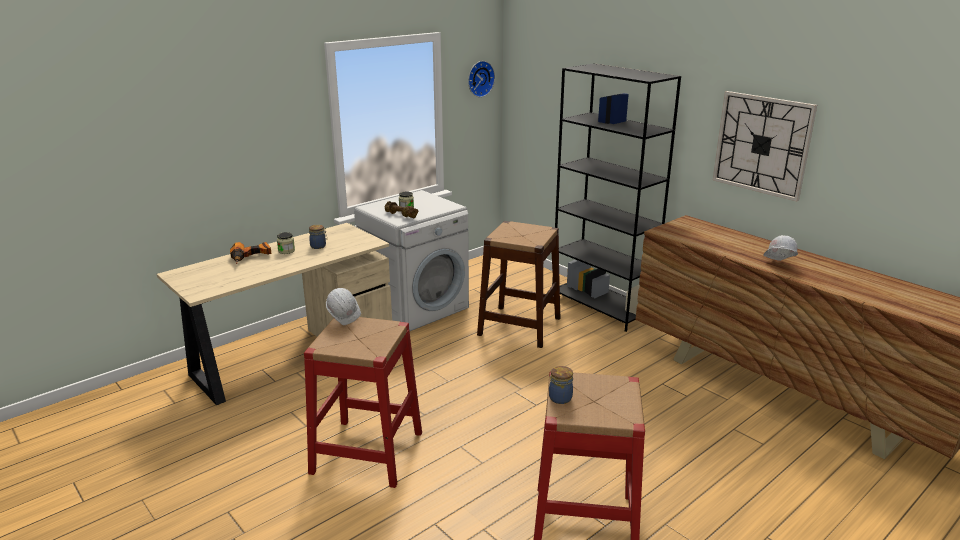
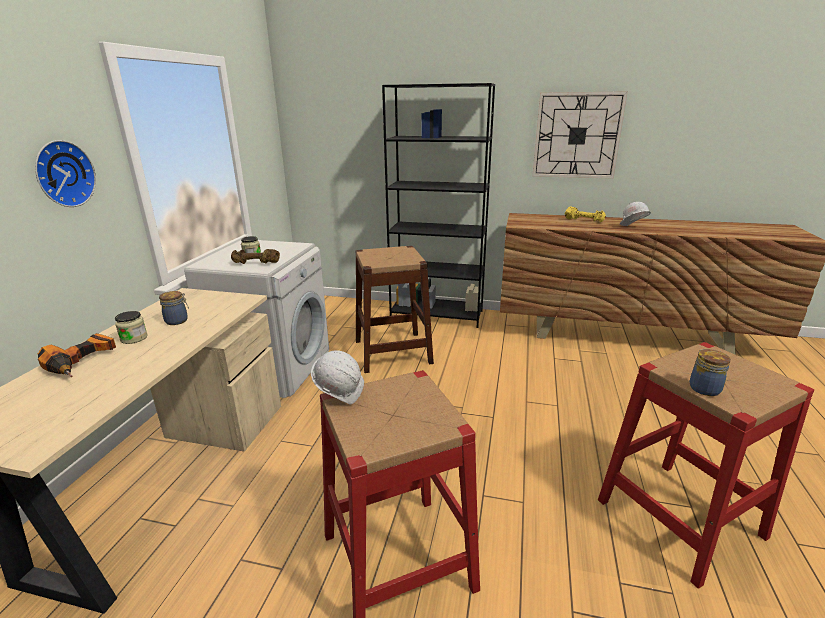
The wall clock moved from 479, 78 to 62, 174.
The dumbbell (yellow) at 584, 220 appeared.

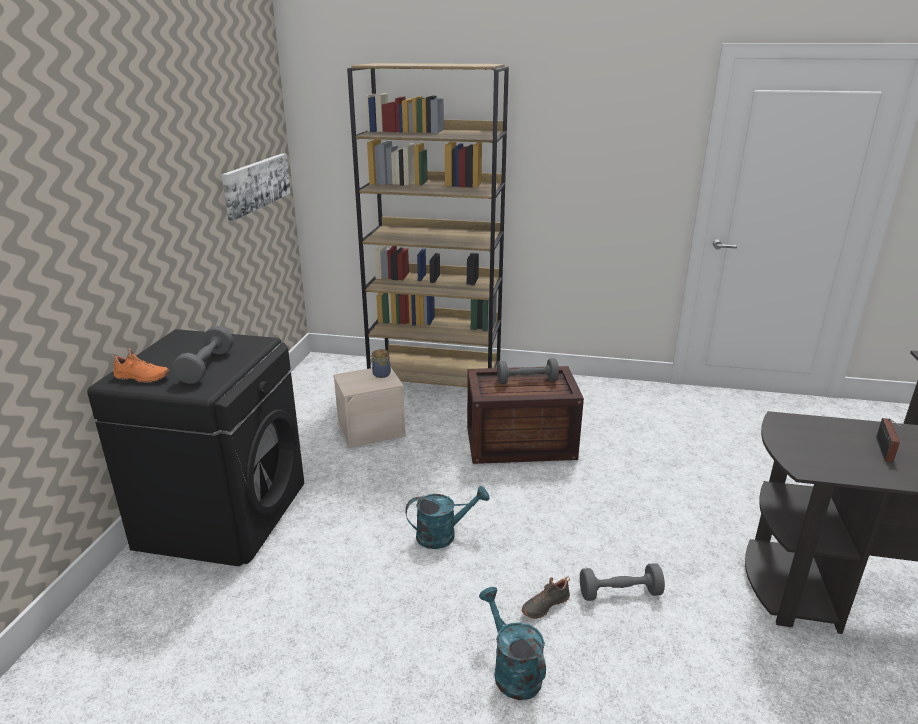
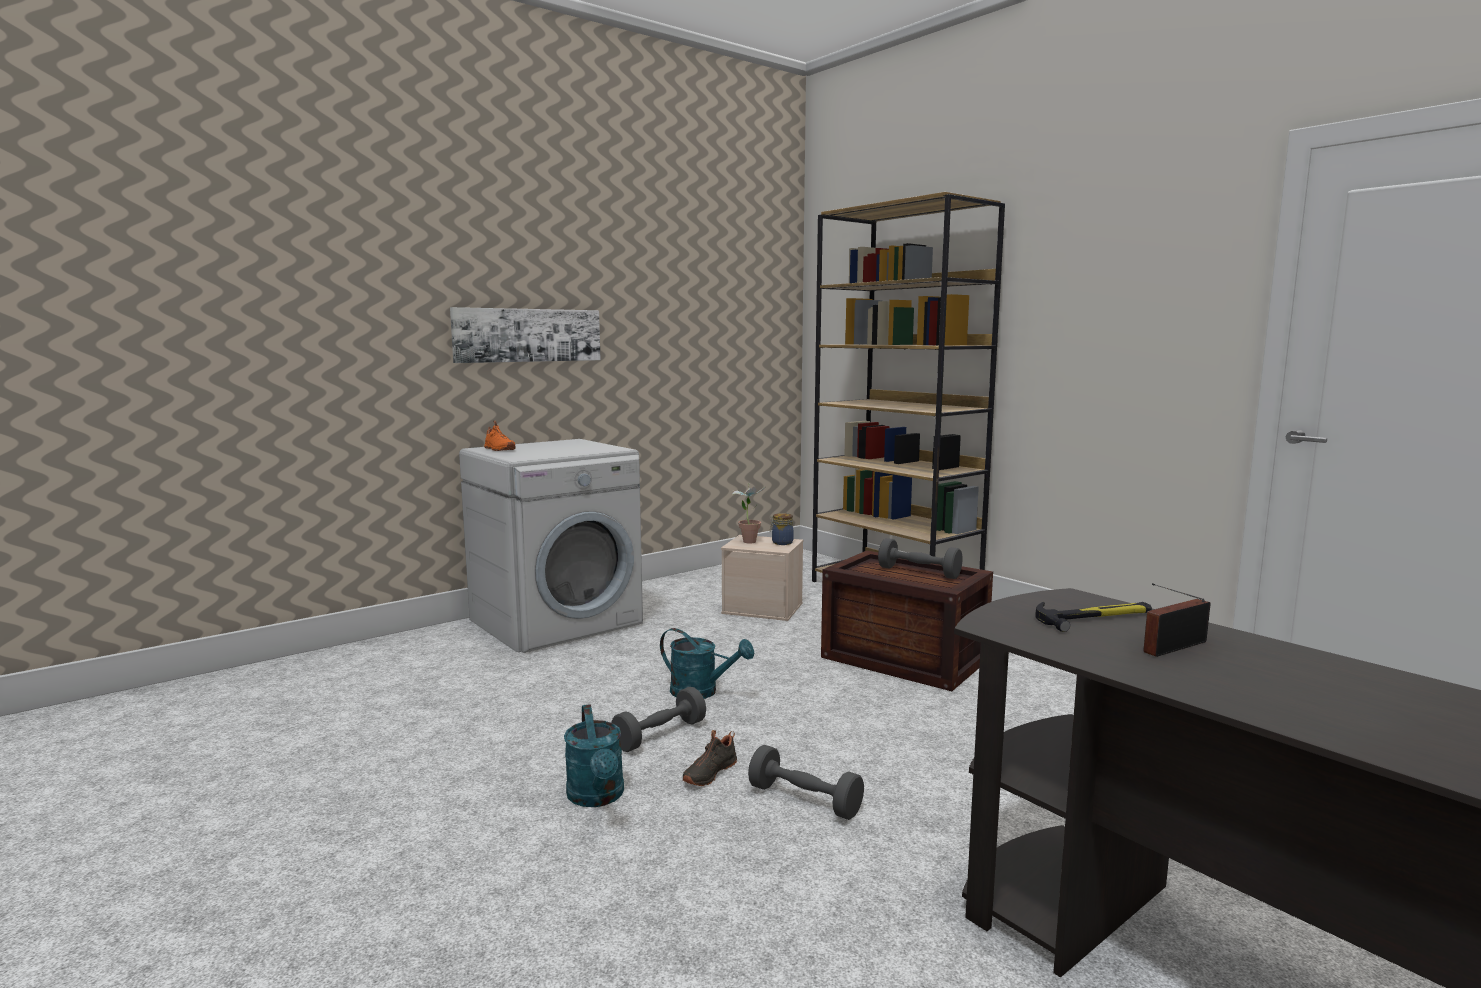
The picture moved from 256, 184 to 528, 335.
The dumbbell (grey) moved from 206, 367 to 660, 735.
The washing machine (black) at 227, 513 became the washing machine (white) at 561, 621.
The shoe (black) at 544, 604 turned 60 degrees counterclockwise.
The watering can (turquoise) at 512, 670 turned 150 degrees clockwise.
The potted plant at 748, 540 appeared.
The hammer at 1095, 617 appeared.

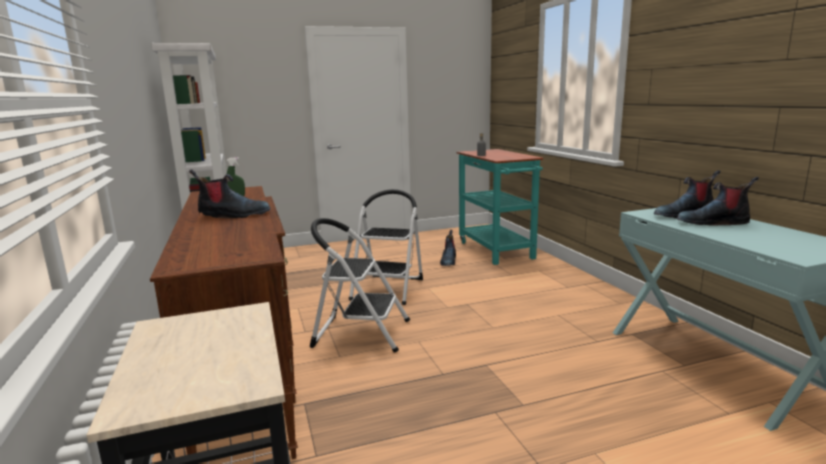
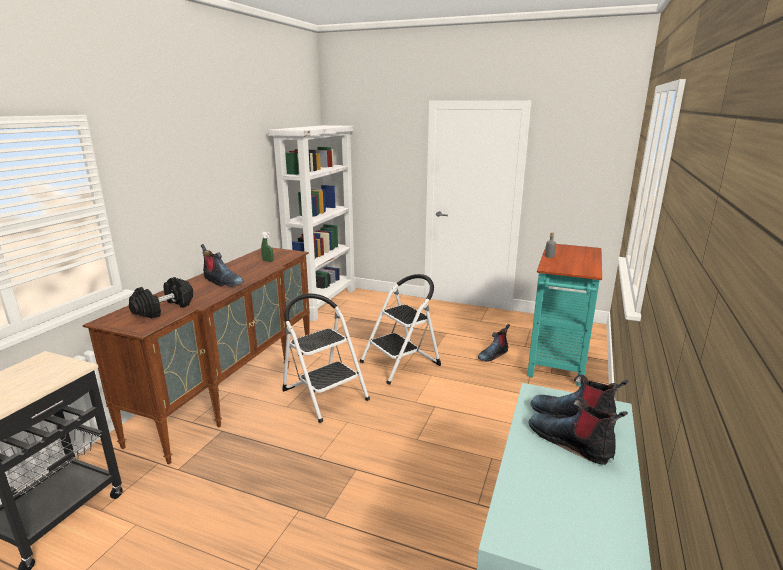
The dumbbell (black) at 164, 309 appeared.

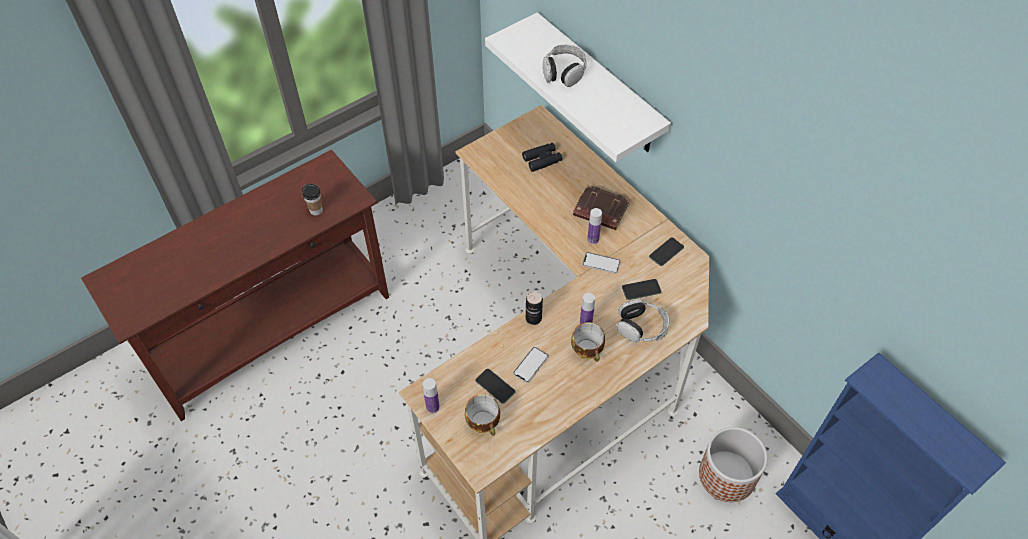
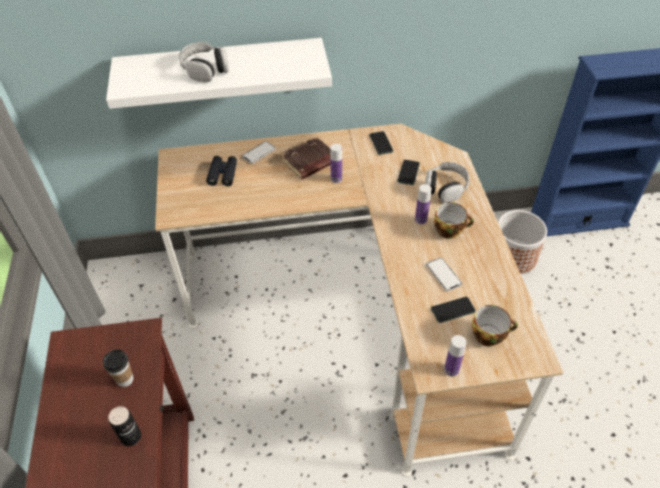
The phone moved from 601, 263 to 259, 153.
The can moved from 533, 318 to 131, 437.

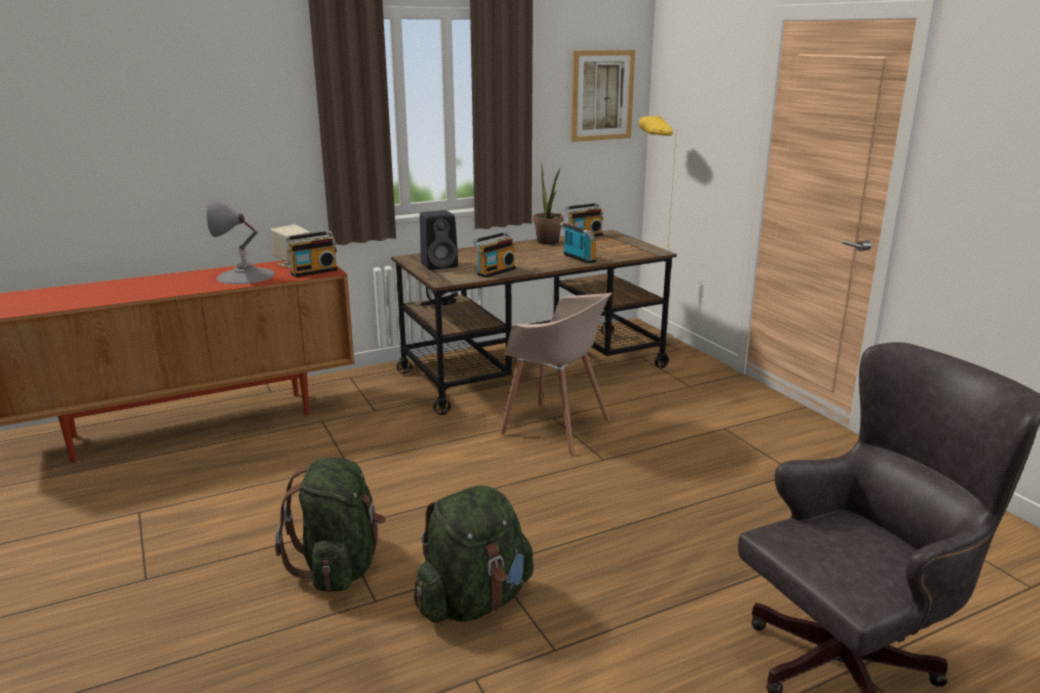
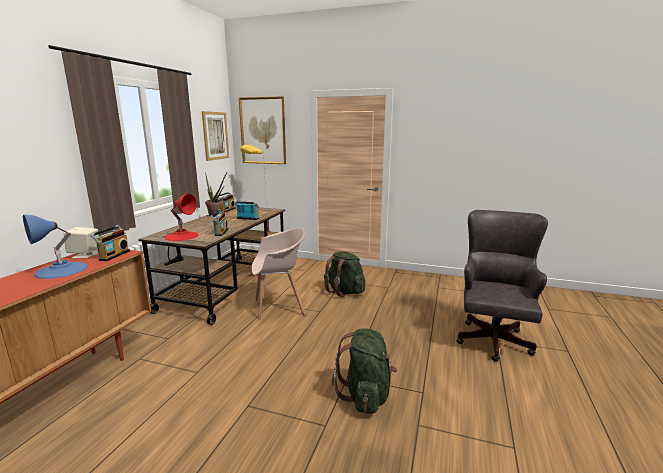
The table lamp (grey) at 245, 276 became the table lamp (blue) at 61, 270.
The speaker (black) at 440, 265 was replaced by the table lamp (red) at 182, 236.
The backpack (green) moved from 339, 566 to 344, 291.
The picture at 263, 131 appeared.

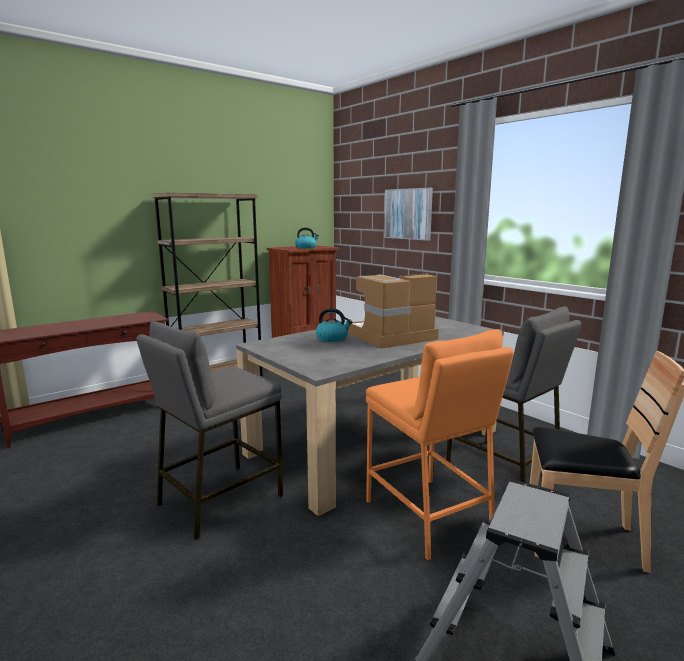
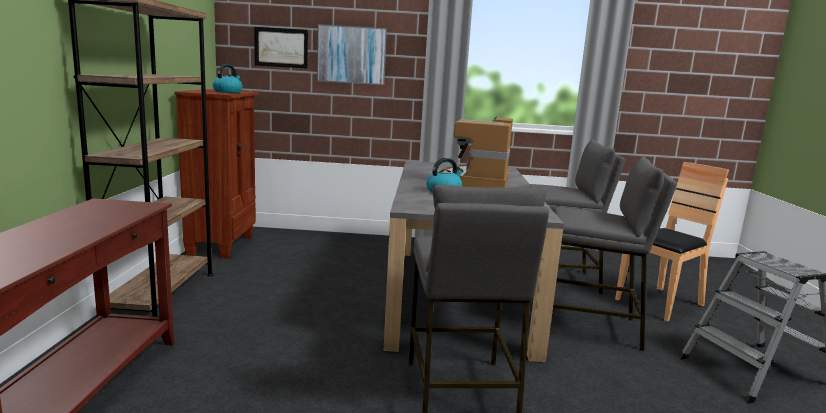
The stool (orange) at 428, 516 became the stool (grey) at 591, 327.
The picture at 281, 47 appeared.

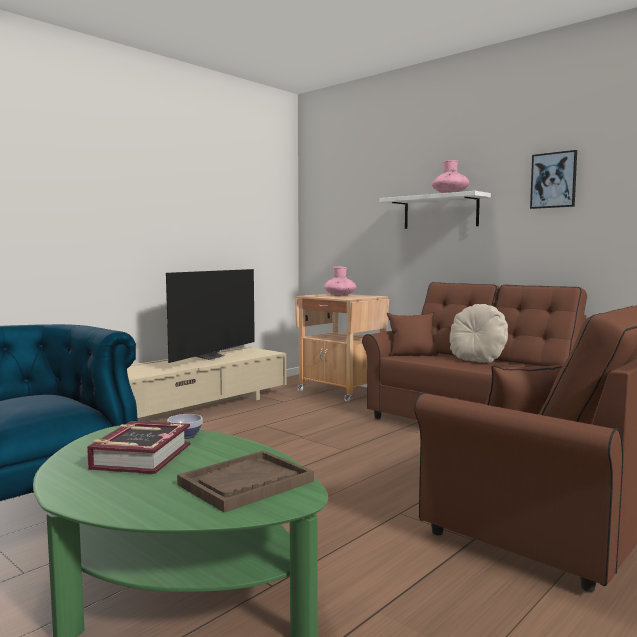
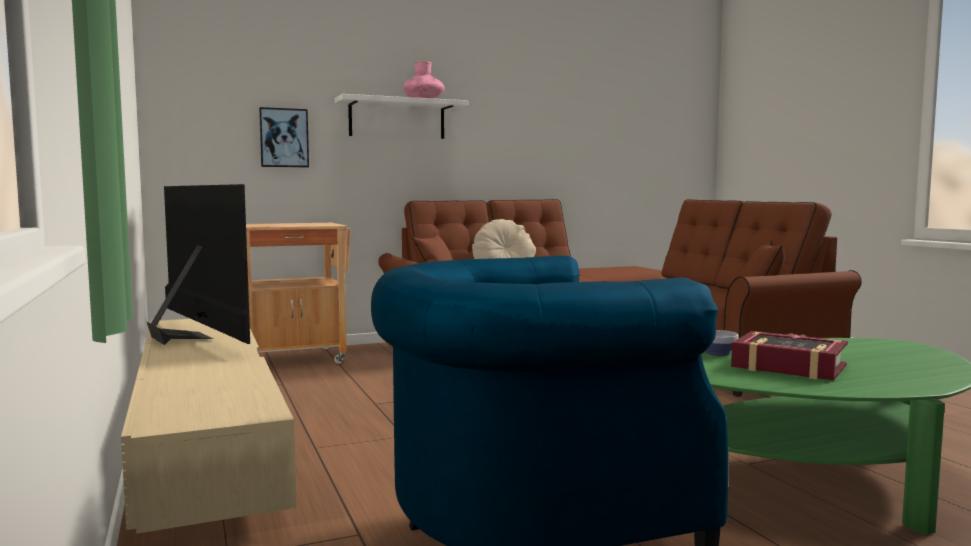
The picture moved from 553, 180 to 284, 138.
The vase (pink) at 340, 295 disappeared.
The tray (brown) at 246, 483 disappeared.

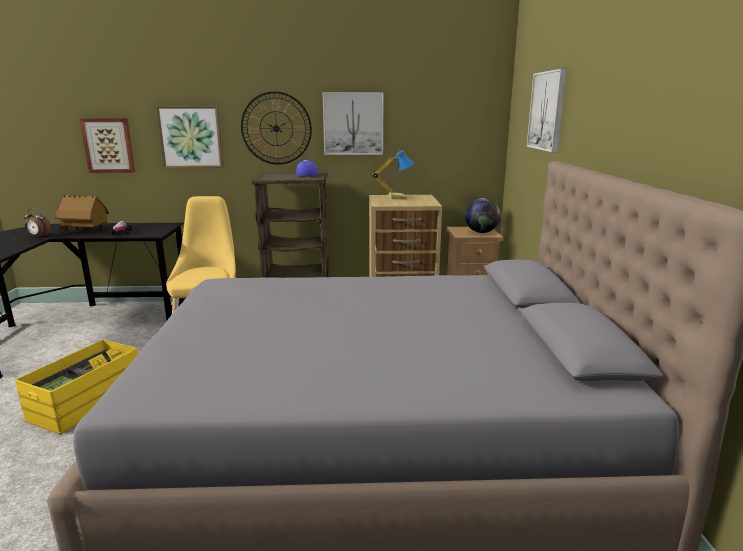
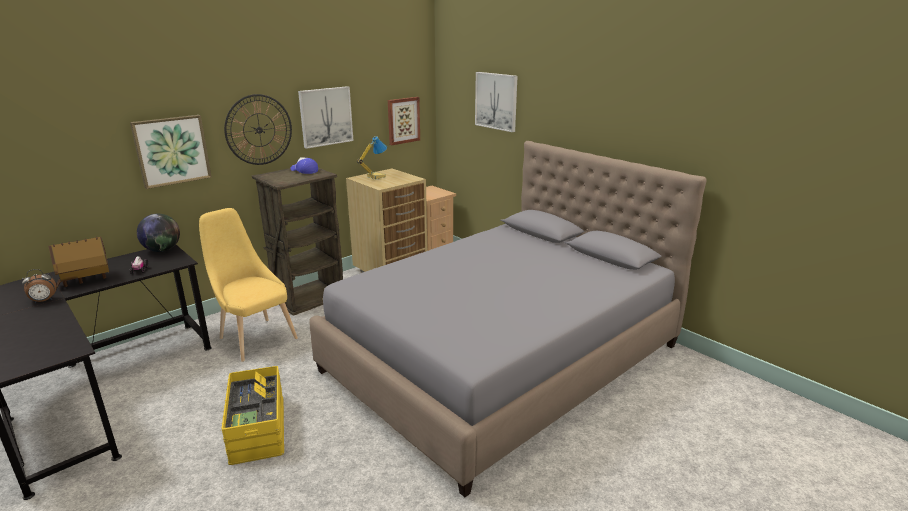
The picture moved from 109, 145 to 403, 120.
The globe moved from 481, 232 to 162, 250.

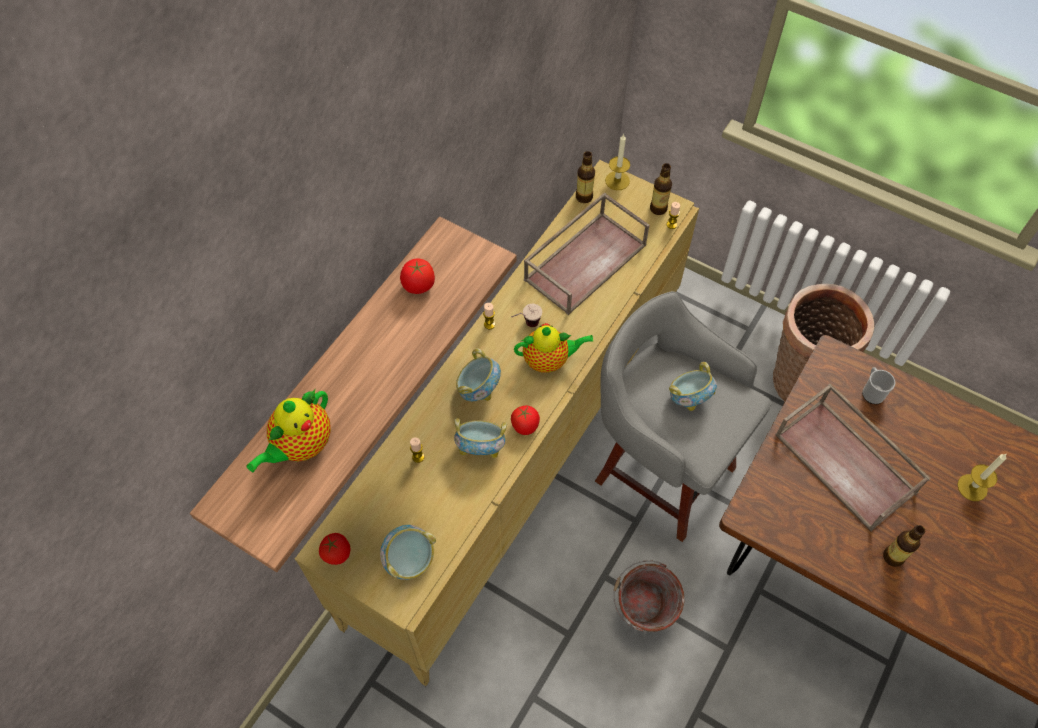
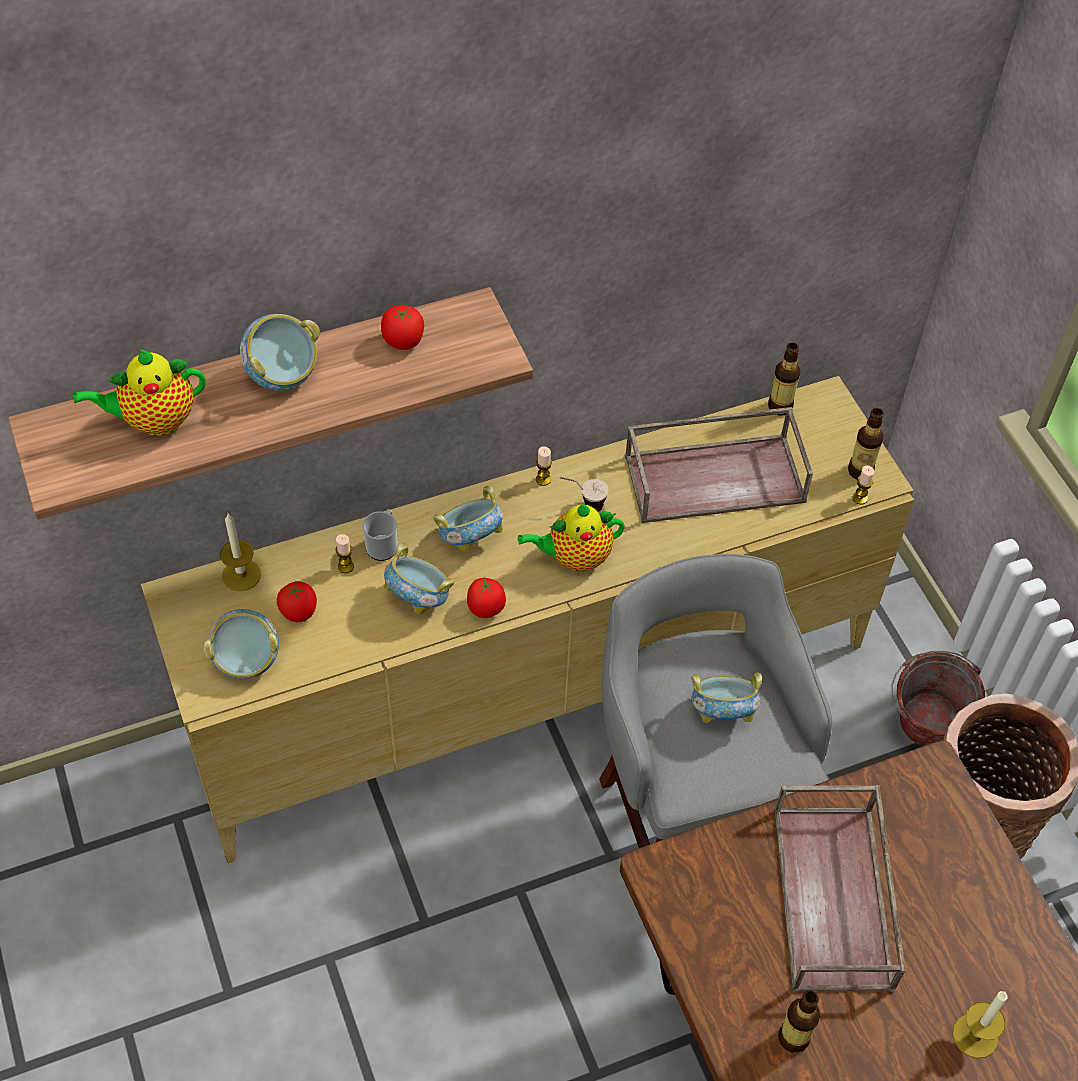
The candle moved from 617, 180 to 241, 575.
The teapot at 549, 361 turned 135 degrees clockwise.
The mug moved from 872, 392 to 383, 545.
The tomato moved from 337, 553 to 299, 612.
The bucket moved from 641, 615 to 920, 733.
The bowl at 282, 377 appeared.

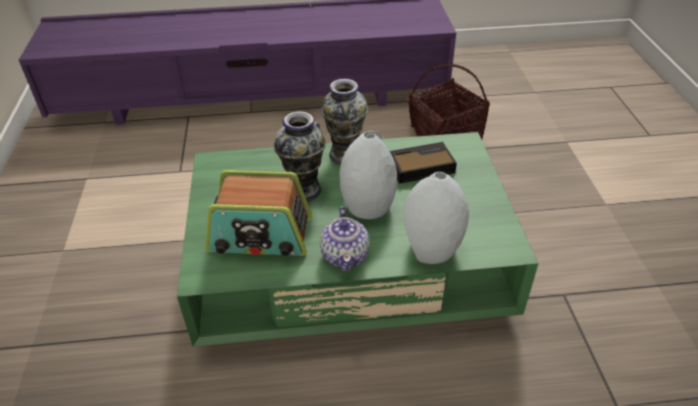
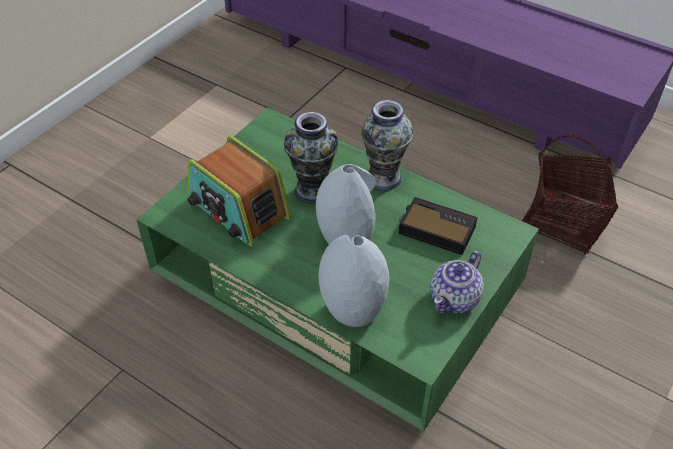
The teapot moved from 345, 255 to 455, 298.

